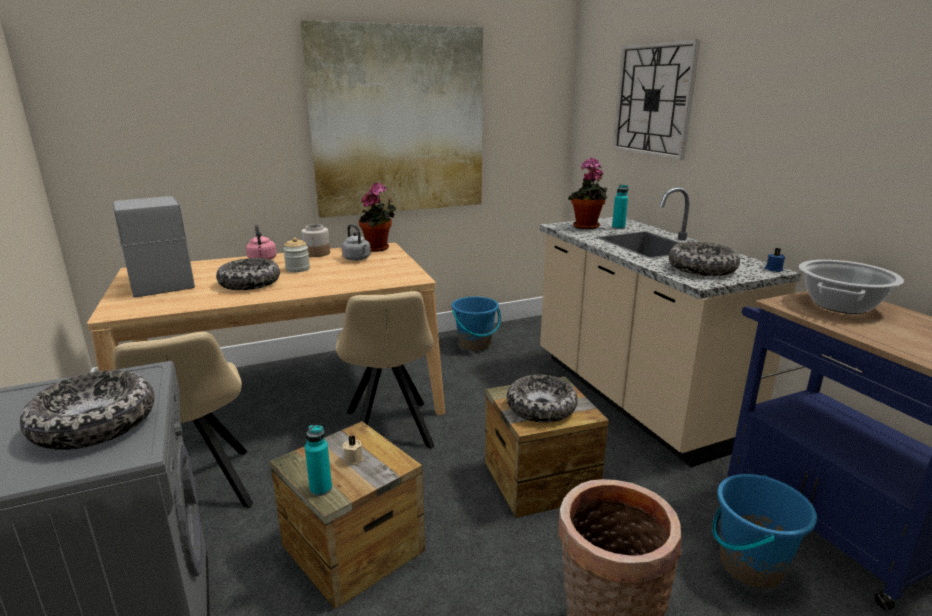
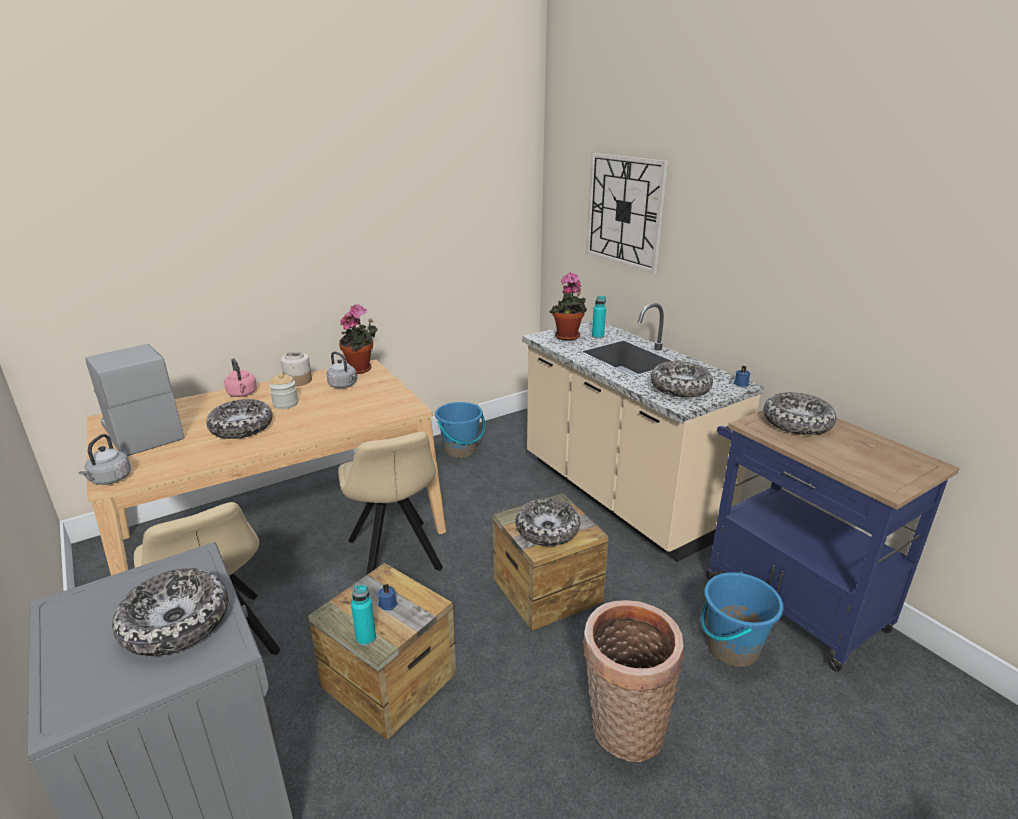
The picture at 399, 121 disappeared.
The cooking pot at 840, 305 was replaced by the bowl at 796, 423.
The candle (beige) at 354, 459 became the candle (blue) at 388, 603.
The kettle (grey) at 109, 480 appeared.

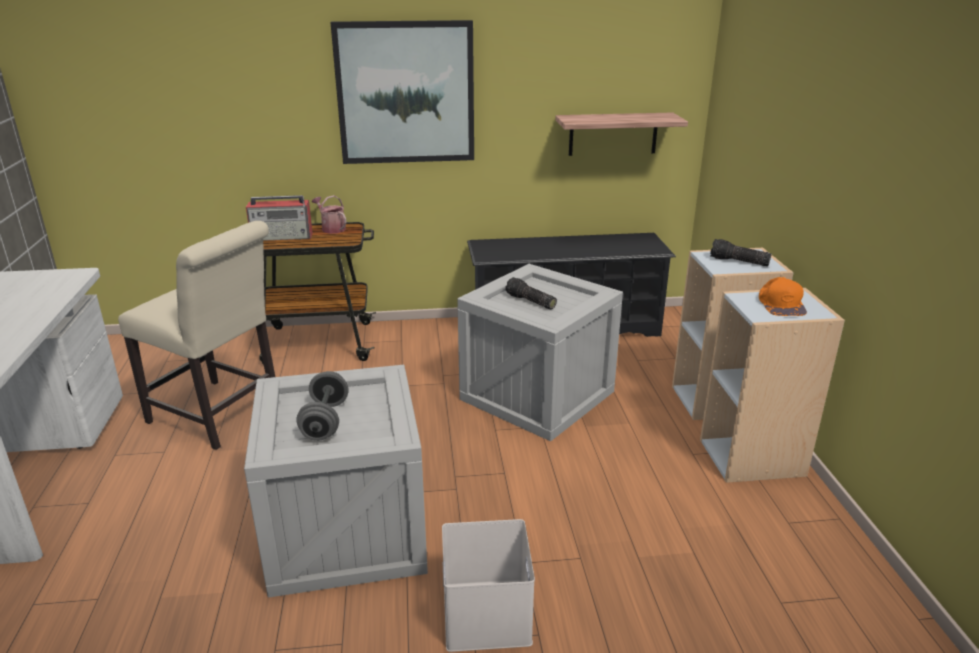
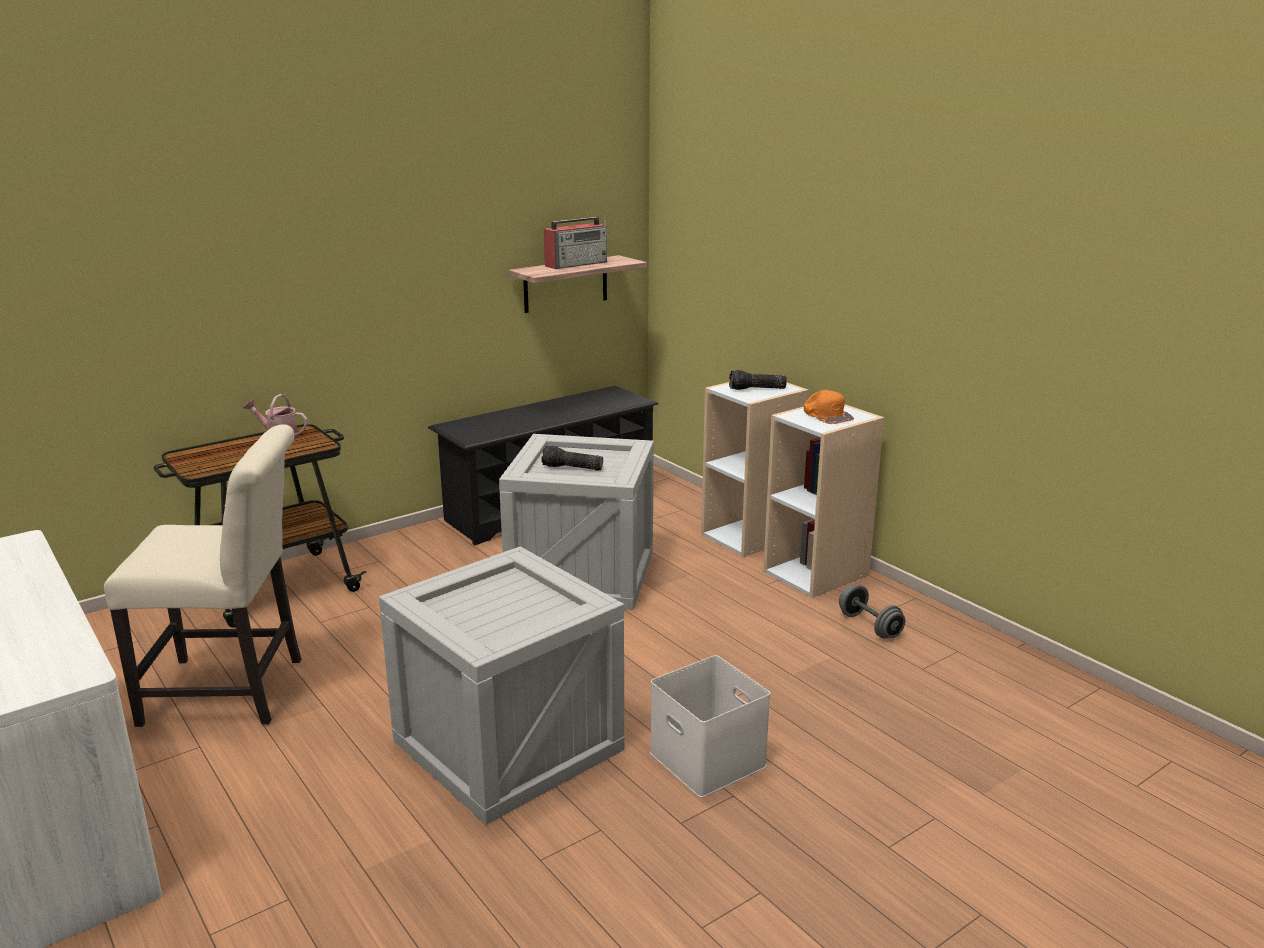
The picture at 405, 93 disappeared.
The radio moved from 283, 237 to 577, 264.
The dumbbell (grey) moved from 325, 421 to 869, 626.

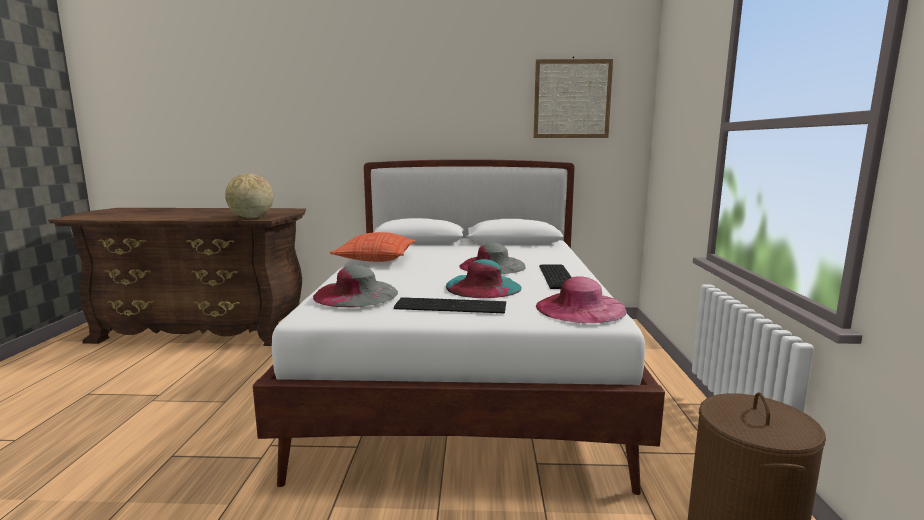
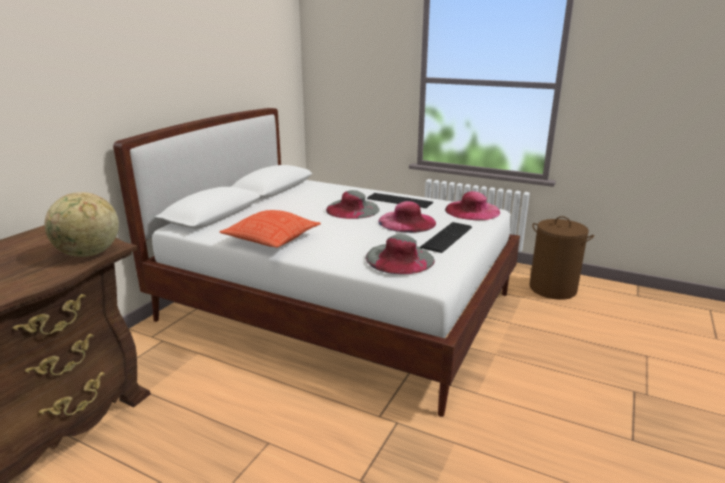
The picture at 572, 97 disappeared.
The hat (turquoise) at 483, 286 became the hat (pink) at 407, 222.

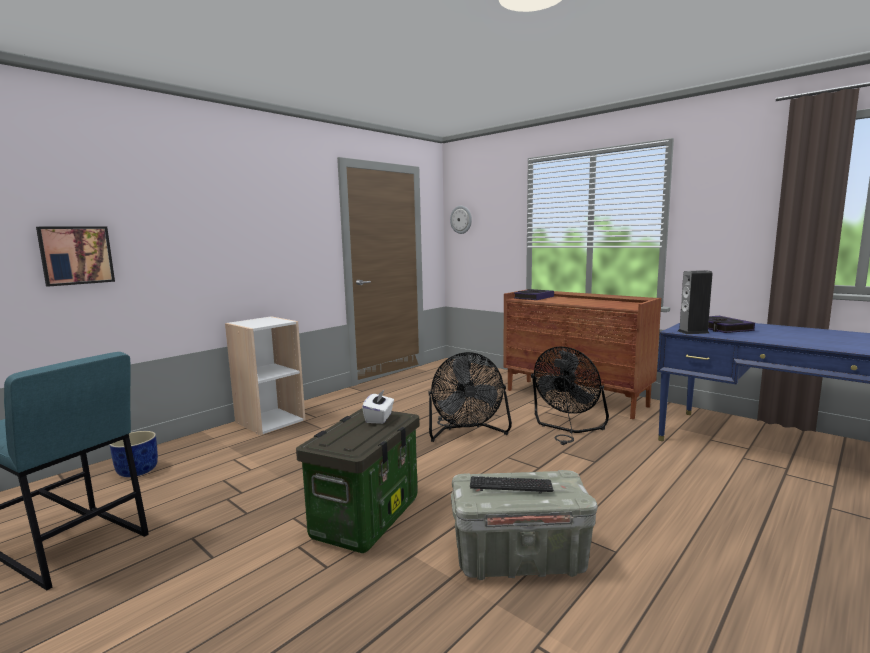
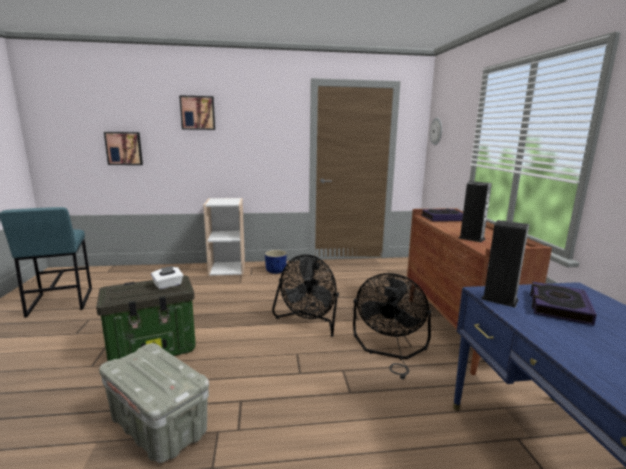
The fan (black) at 564, 426 turned 60 degrees counterclockwise.
The planter (blue) moved from 138, 470 to 276, 271.
The keyboard at 510, 486 disappeared.
The picture at 198, 113 appeared.
The speaker at 471, 238 appeared.

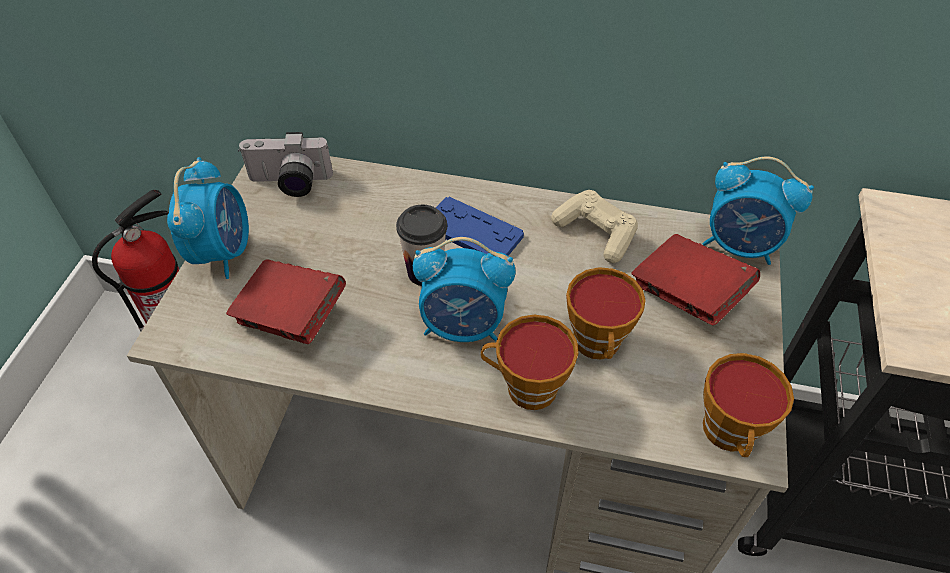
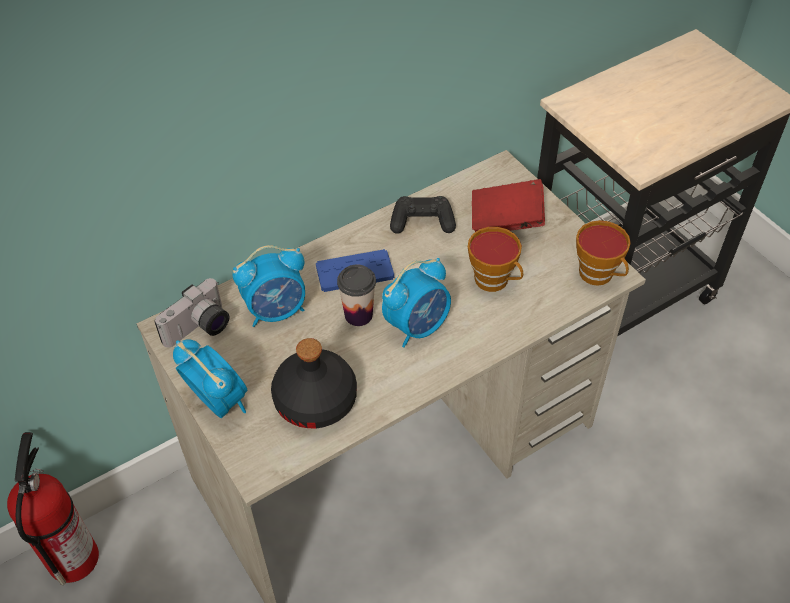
The alarm clock moved from 740, 246 to 276, 310.
The game controller (beige) at 595, 233 became the game controller (black) at 422, 222.
The book (red) at 291, 317 was replaced by the bottle (black) at 316, 400.
The cup at 525, 388 disappeared.

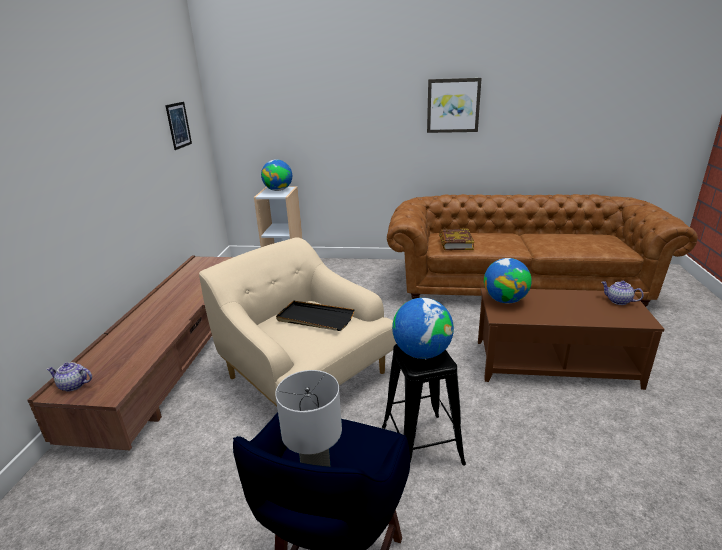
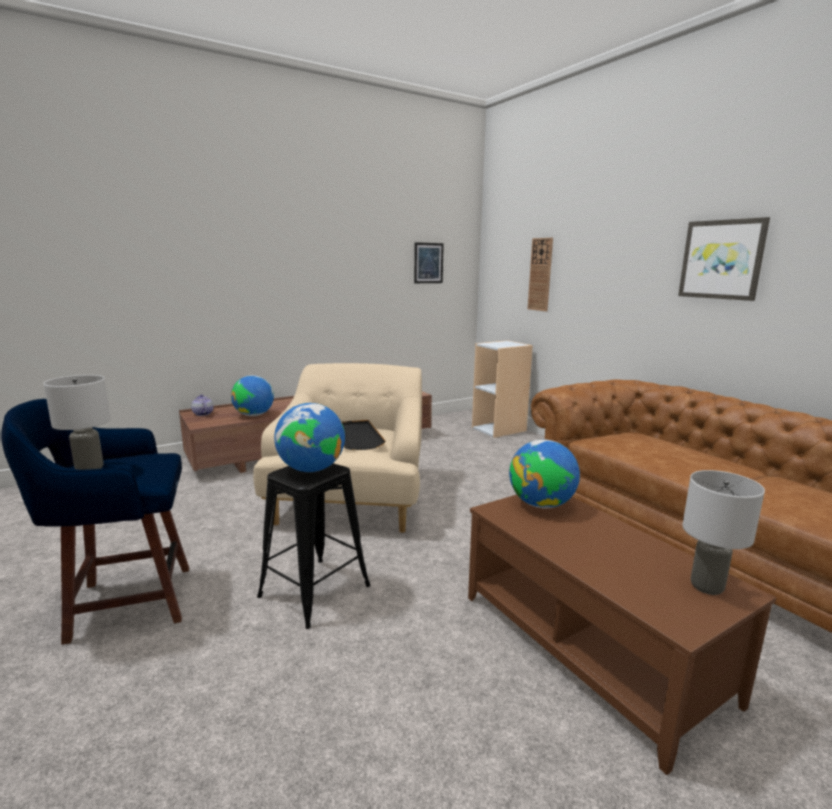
The globe moved from 278, 190 to 254, 415.
The book at 455, 243 disappeared.
The teapot at 618, 301 was replaced by the table lamp (white) at 706, 588.
The wall clock at 540, 274 appeared.

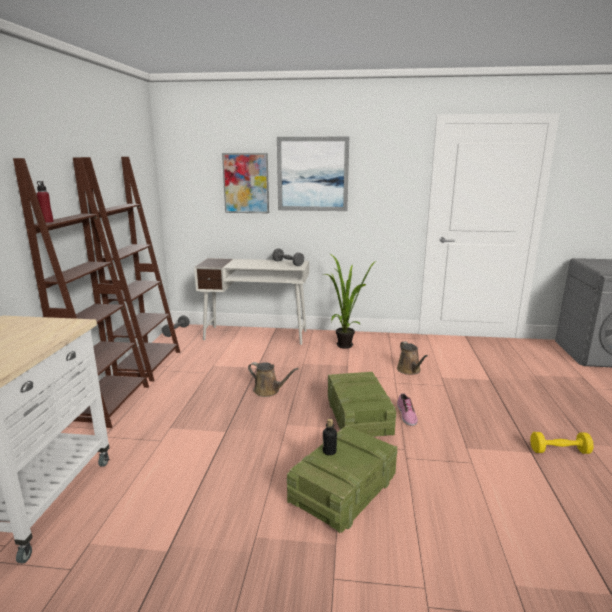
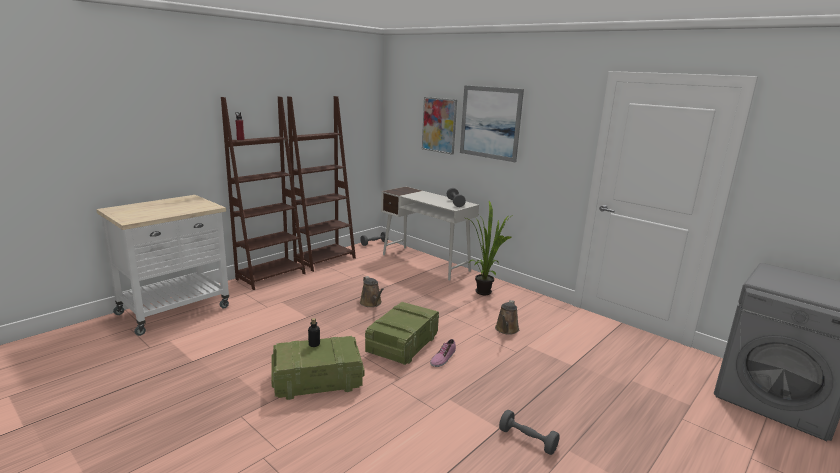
The dumbbell (yellow) at 559, 451 became the dumbbell (grey) at 527, 440.

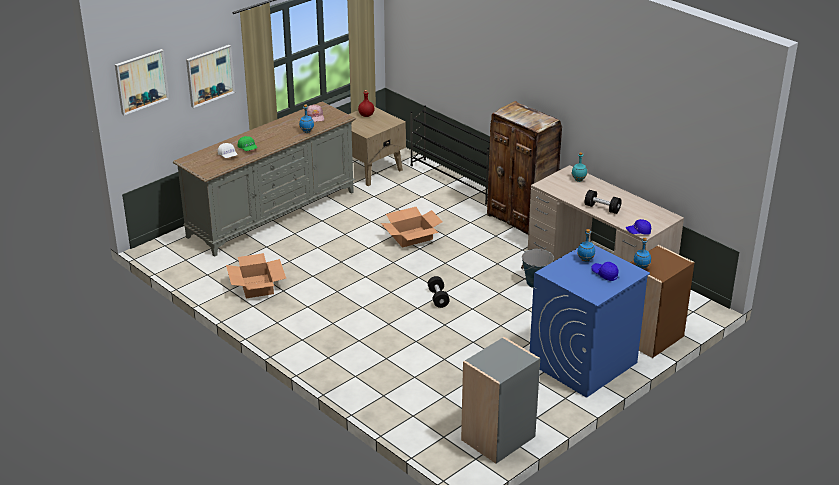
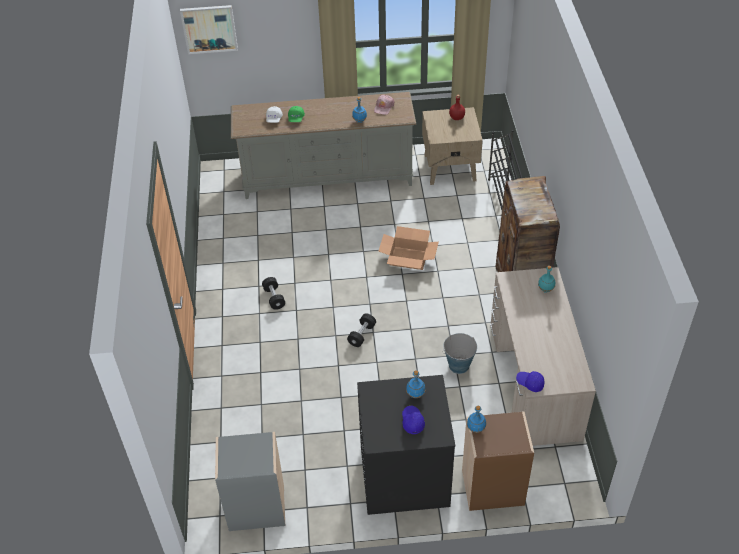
The picture at 210, 75 disappeared.
The dumbbell (black) moved from 602, 208 to 274, 298.
The washing machine (blue) at 582, 363 became the washing machine (black) at 403, 476.
The cardboard box at 257, 286 disappeared.

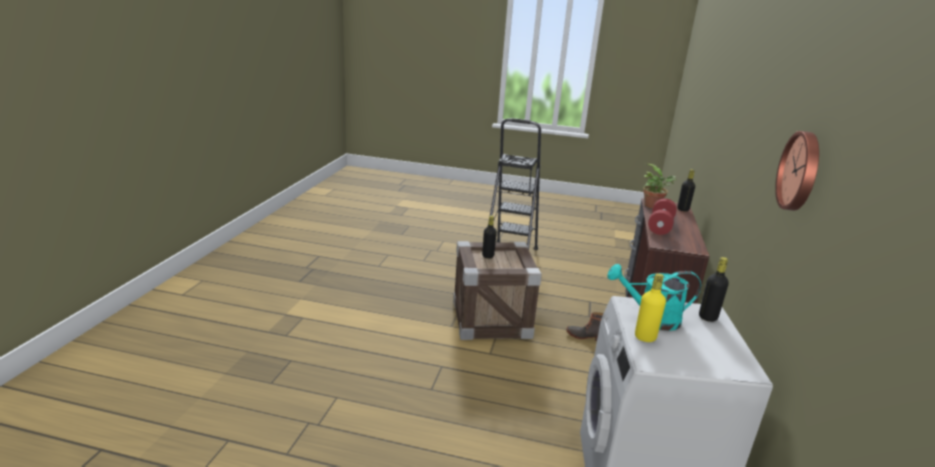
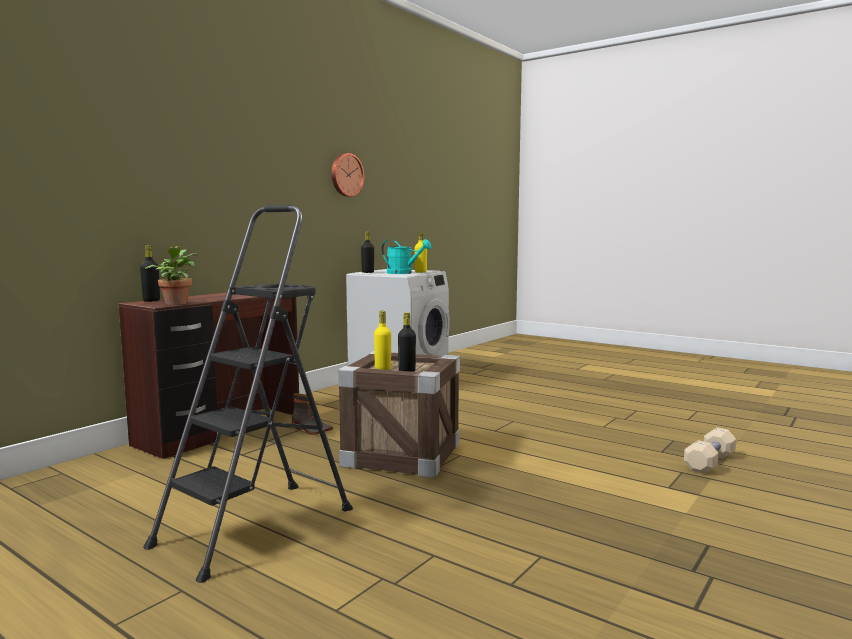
The dumbbell (red) at 660, 226 disappeared.
The bottle (yellow) at 382, 368 appeared.
The dumbbell (beige) at 709, 462 appeared.

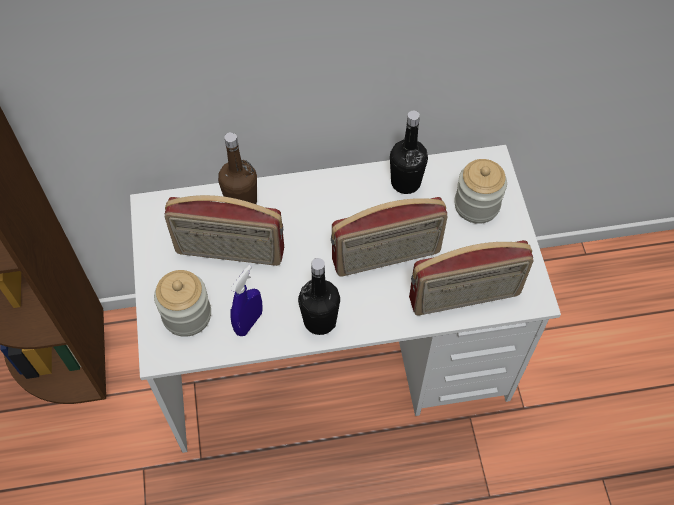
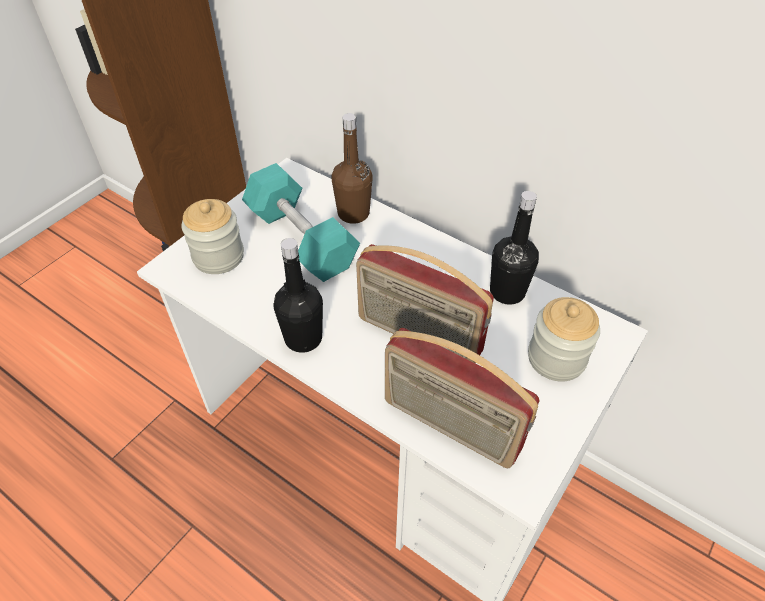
The radio at 229, 253 was replaced by the dumbbell (turquoise) at 301, 239.
The spray bottle (blue) at 249, 322 disappeared.

